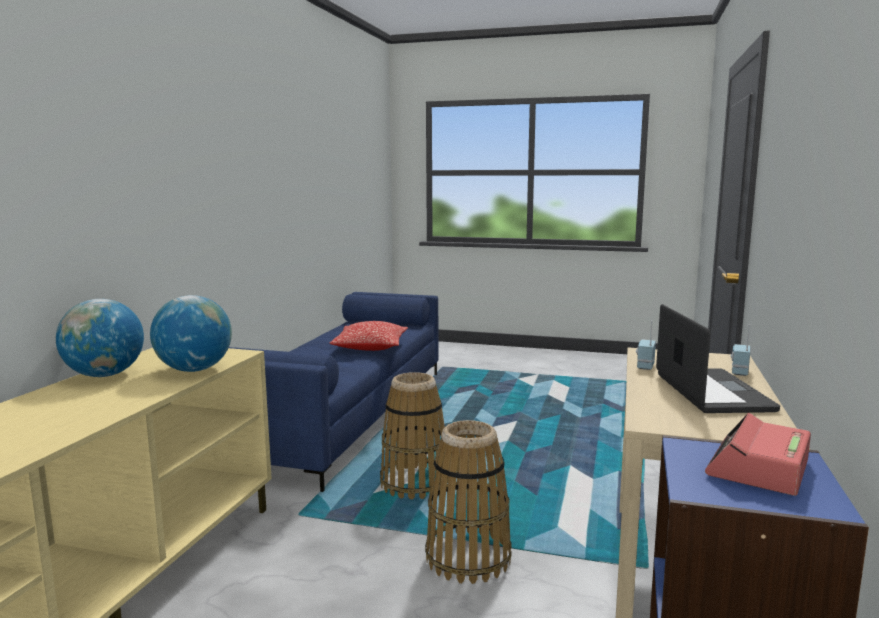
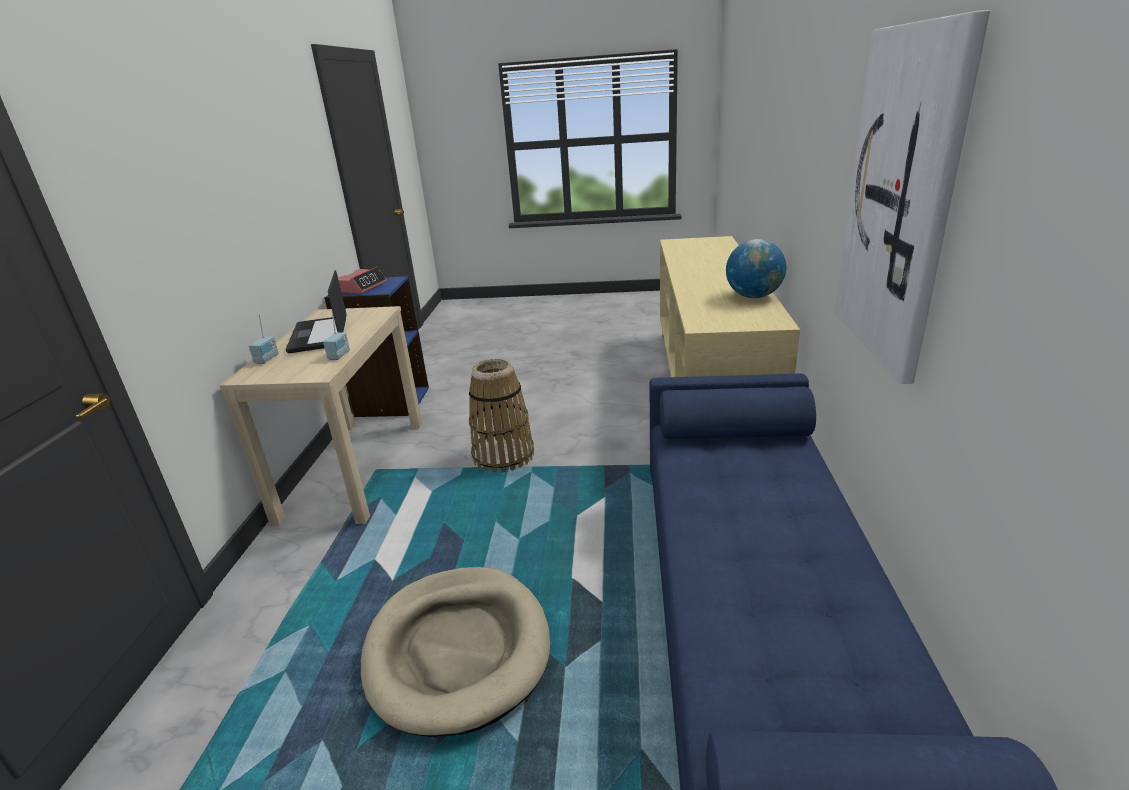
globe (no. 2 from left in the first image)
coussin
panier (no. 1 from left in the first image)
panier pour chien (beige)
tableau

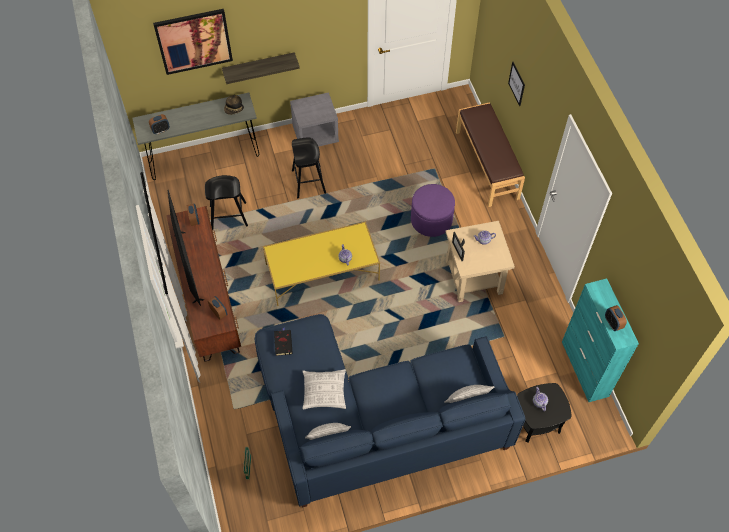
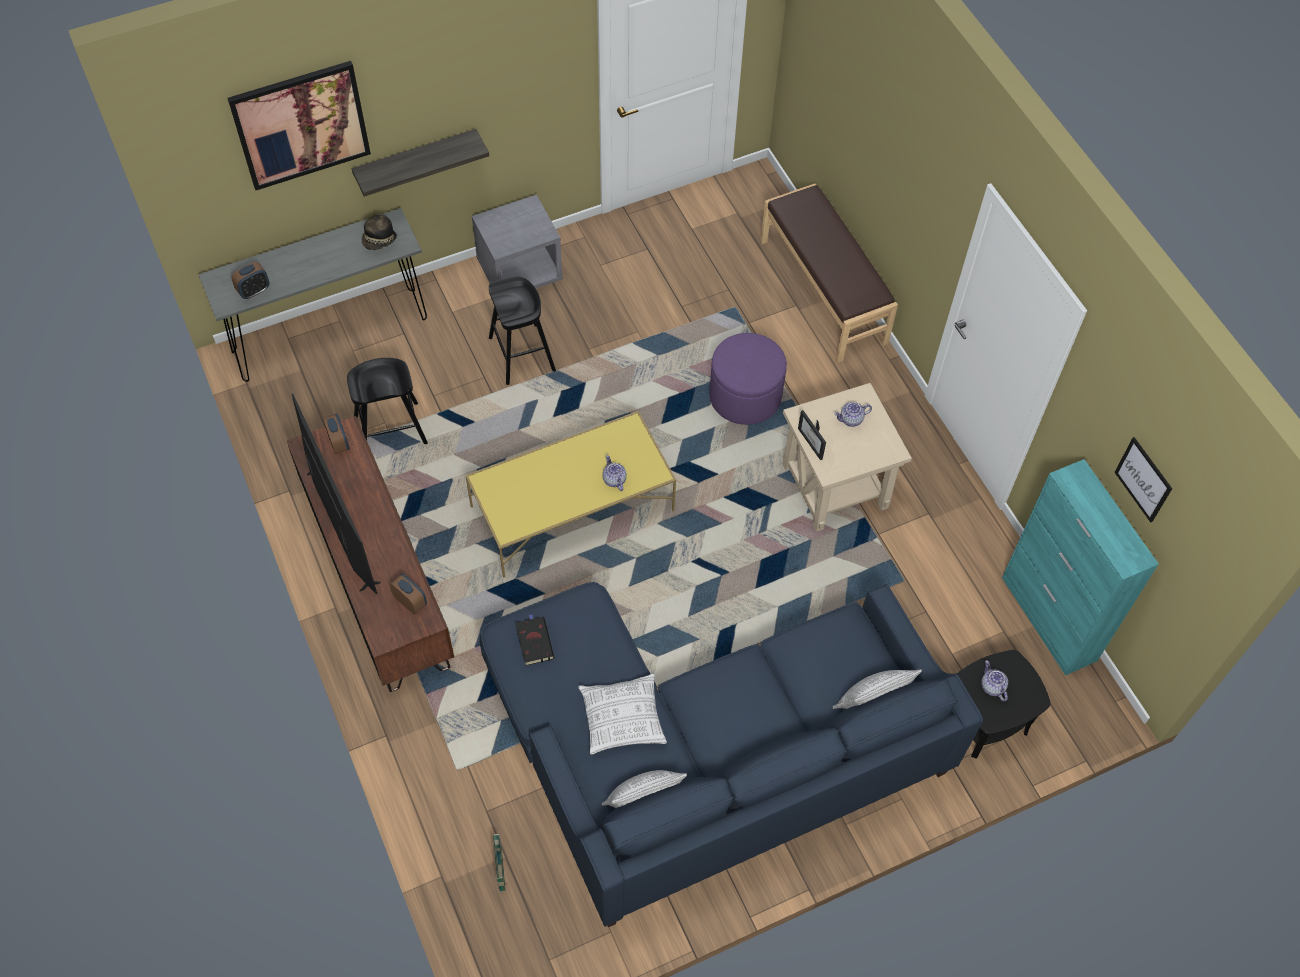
tableau (no. 2 from left)
réveil (no. 4 from left in the first image)

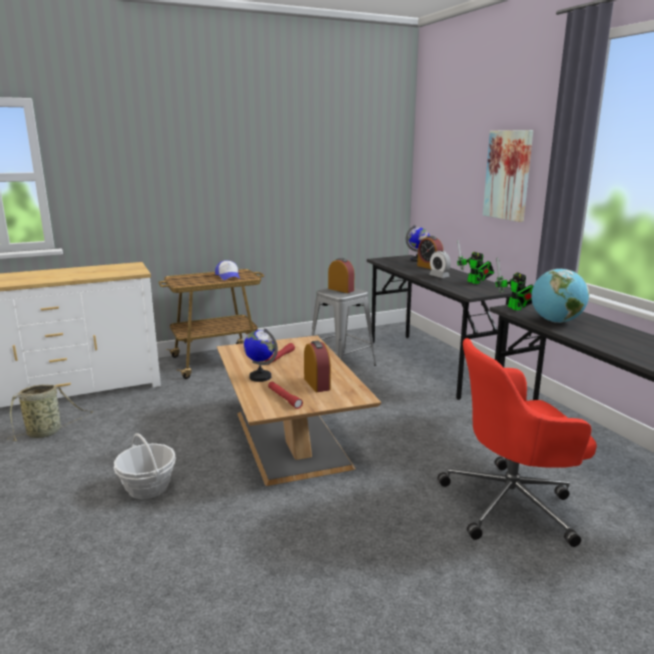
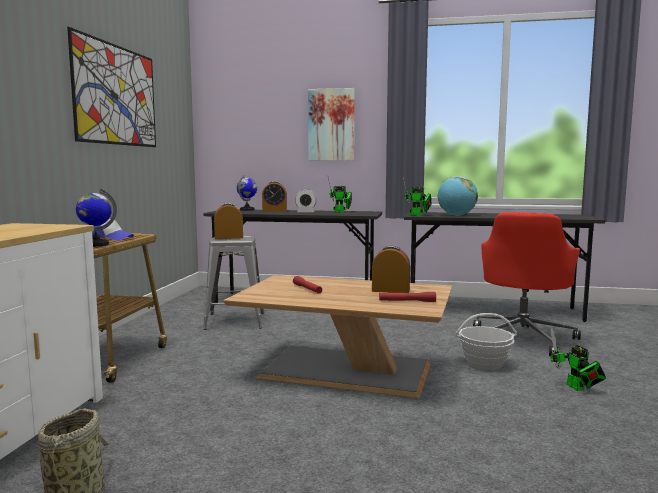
panier (no. 2 from left)
globe (no. 1 from left)
tableau (no. 1 from left)
robot jouet (no. 3 from left)

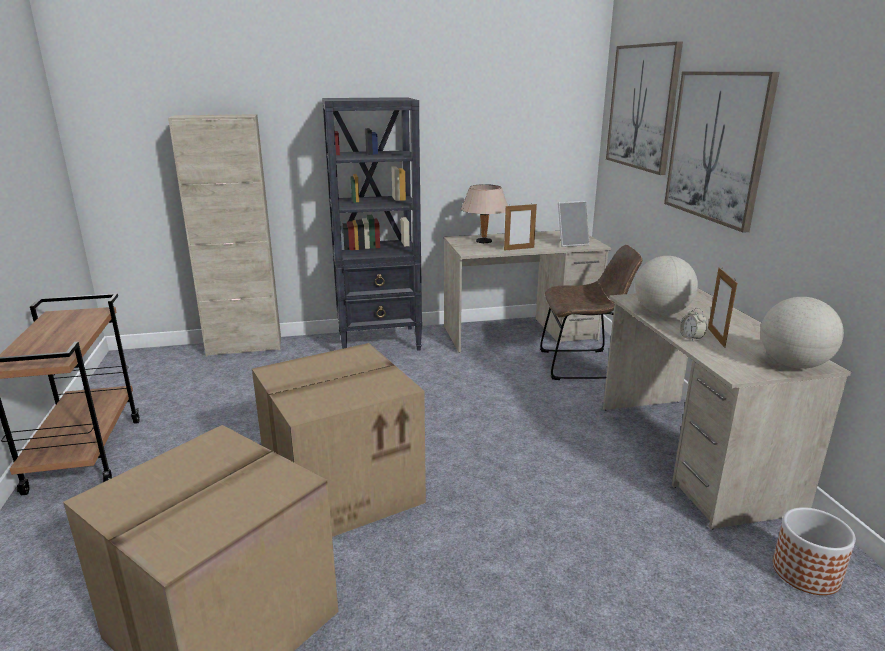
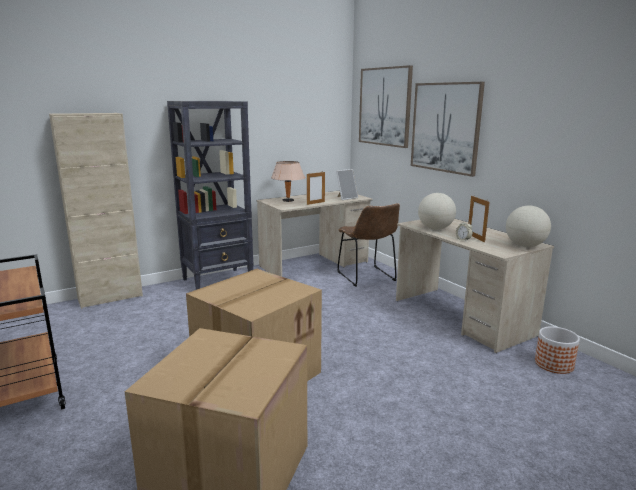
chaise (marron)

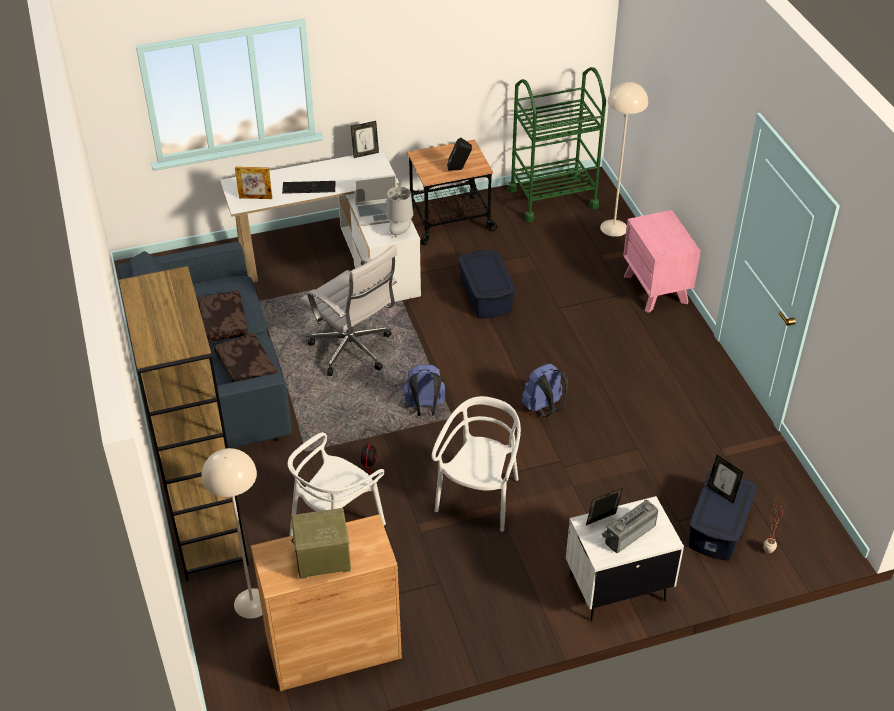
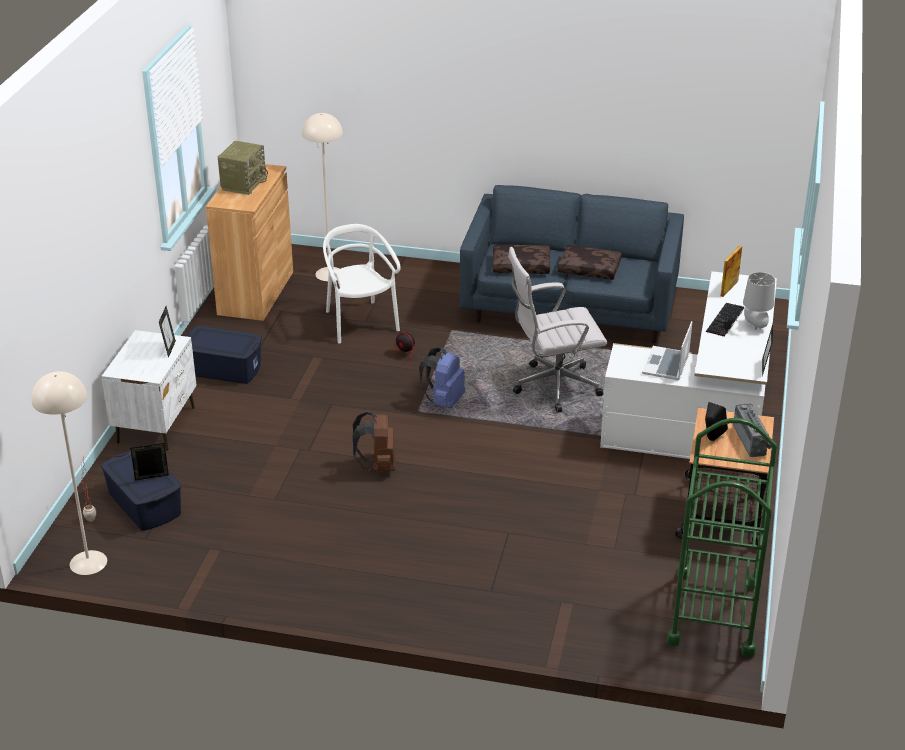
bibliothèque (marron)
lampe de table (gris)
chaise (blanc) (no. 2 from left in the first image)
boîte de rangement (bleu) (no. 2 from left)
sac à dos (marron)
lampadaire (beige) (no. 1 from left)
radio (no. 2 from left)
table de chevet (rose)

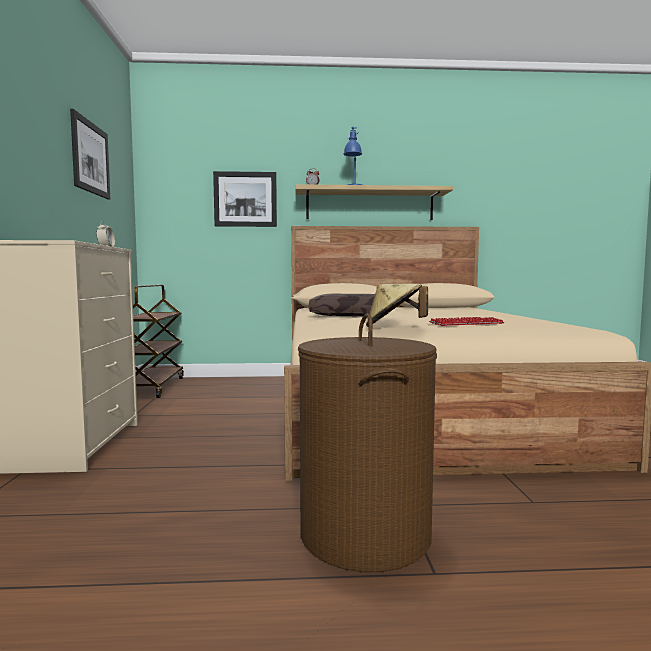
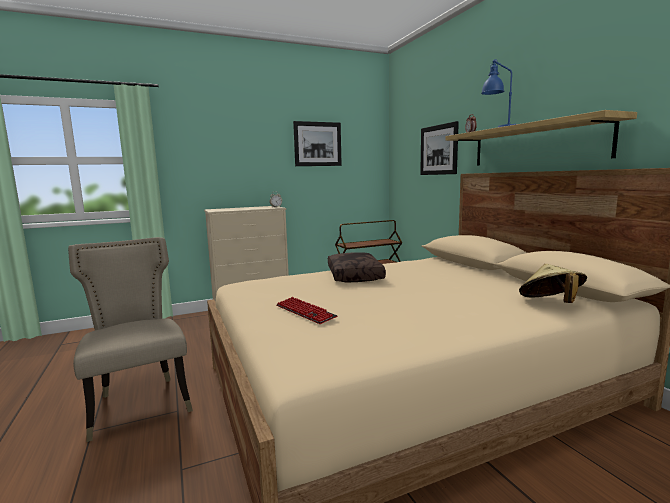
chaise (beige)
chapeau (beige)

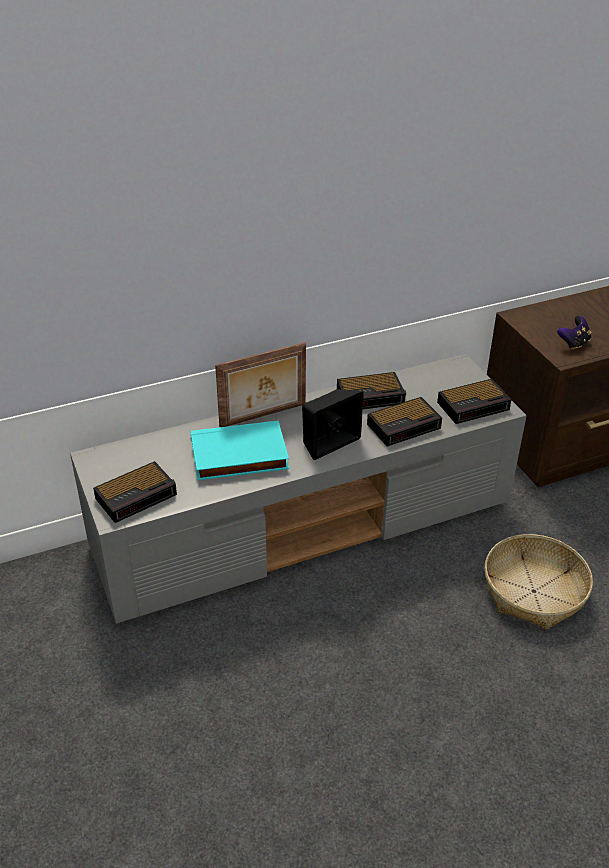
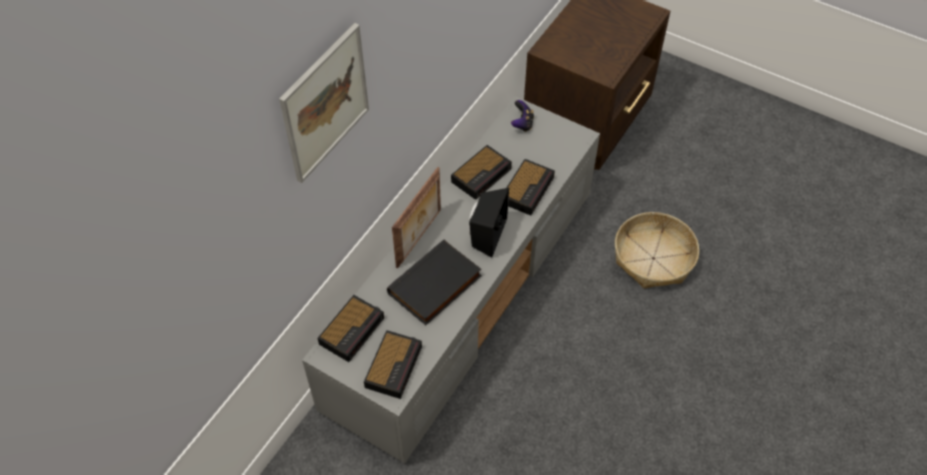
livre (noir)
réveil (no. 1 from left)
manette
tableau

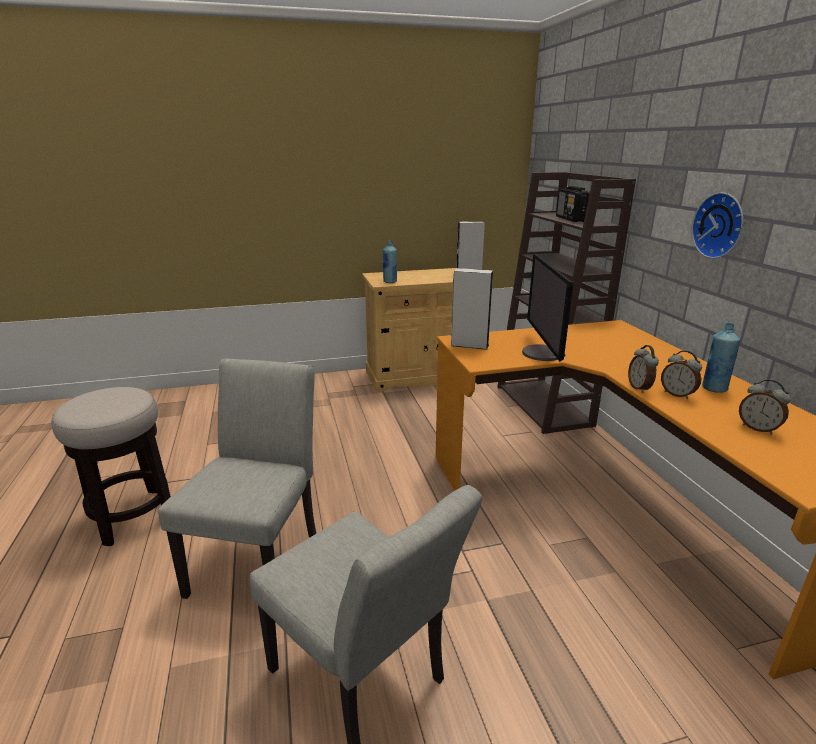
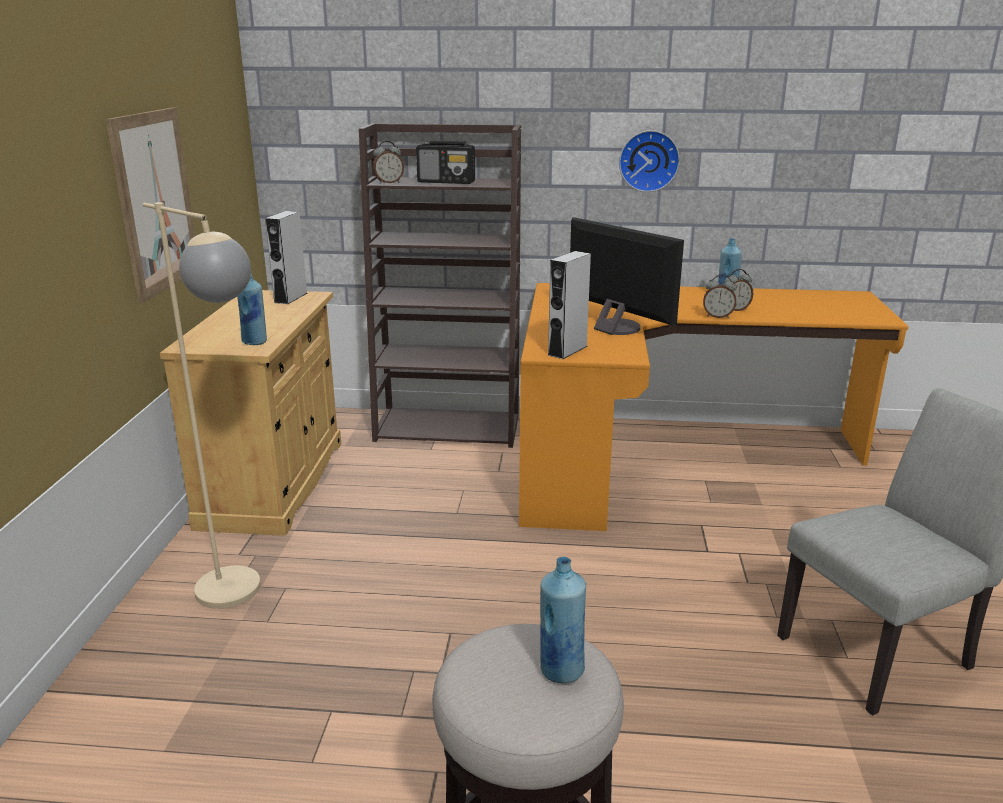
chaise (gris) (no. 1 from left in the first image)
écran d'ordinateur
réveil (no. 1 from left)
tableau
lampadaire (beige)
bouteille (bleu) (no. 2 from left)

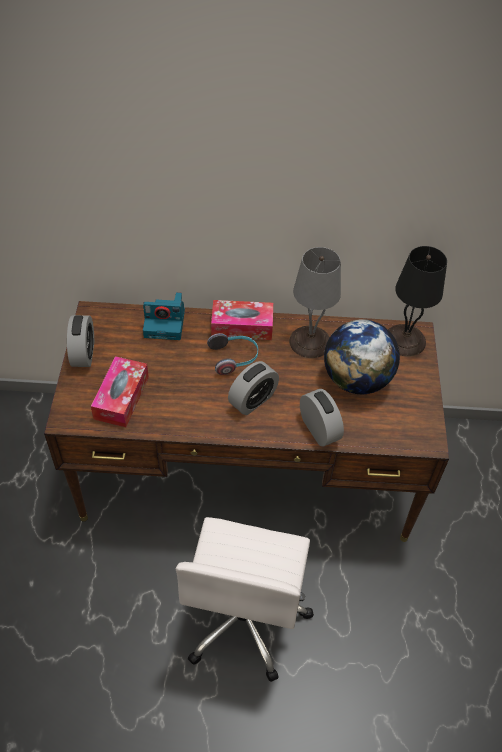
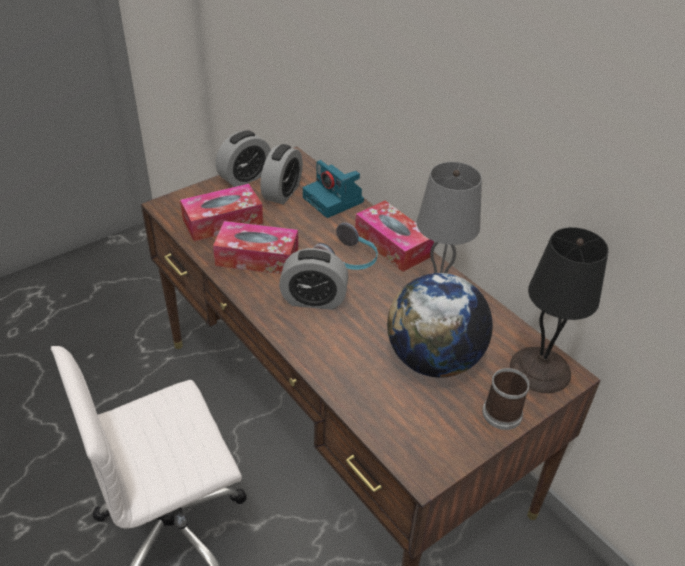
réveil (no. 2 from left)
boîte à mouchoirs (no. 2 from left)
mug

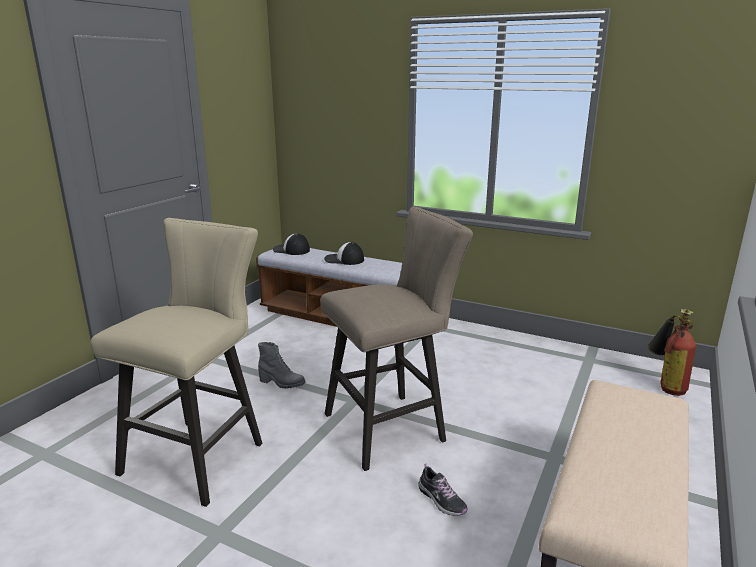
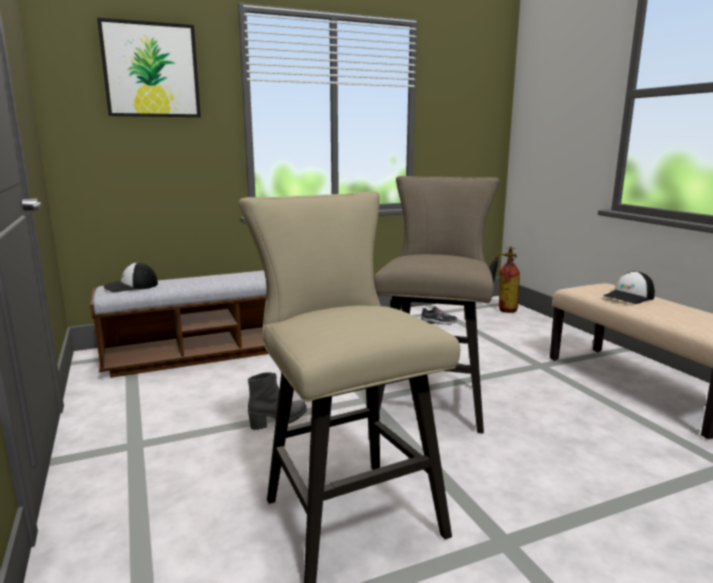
casquette (no. 2 from left)
chaussure
tableau

